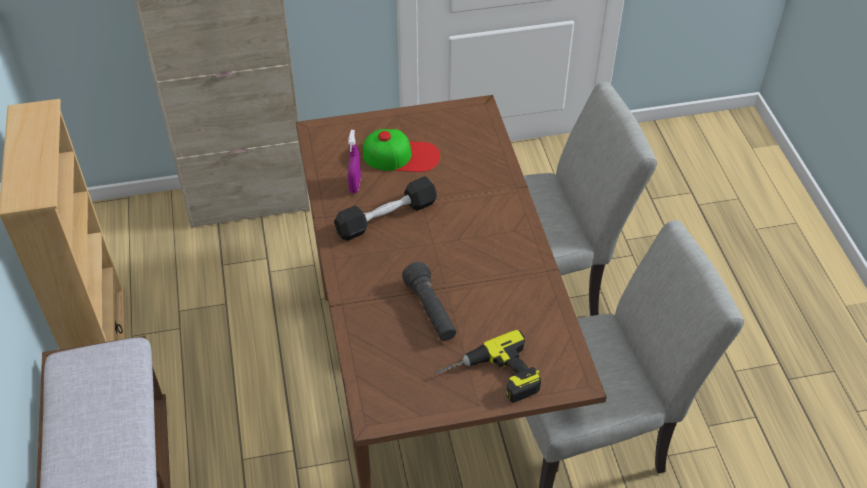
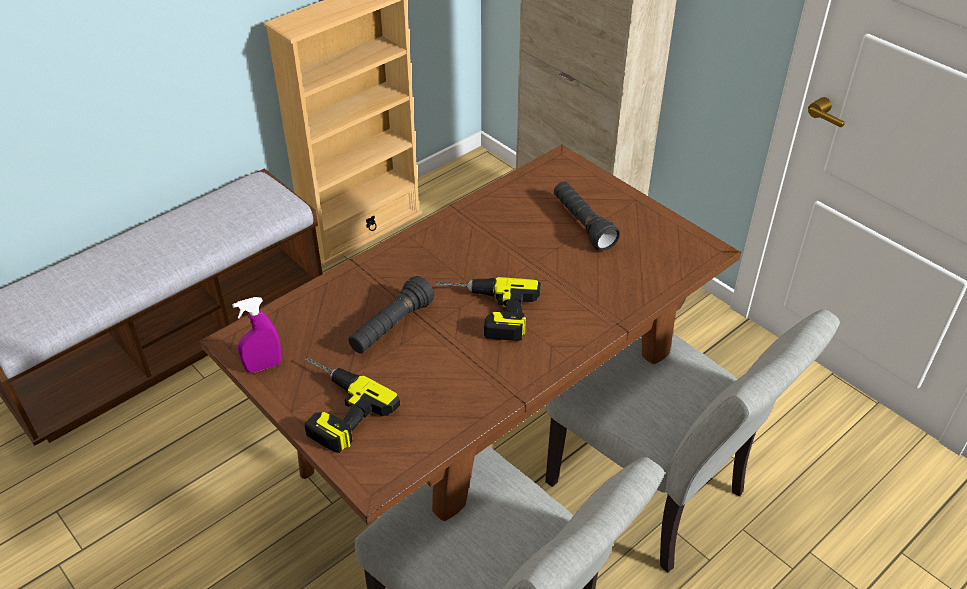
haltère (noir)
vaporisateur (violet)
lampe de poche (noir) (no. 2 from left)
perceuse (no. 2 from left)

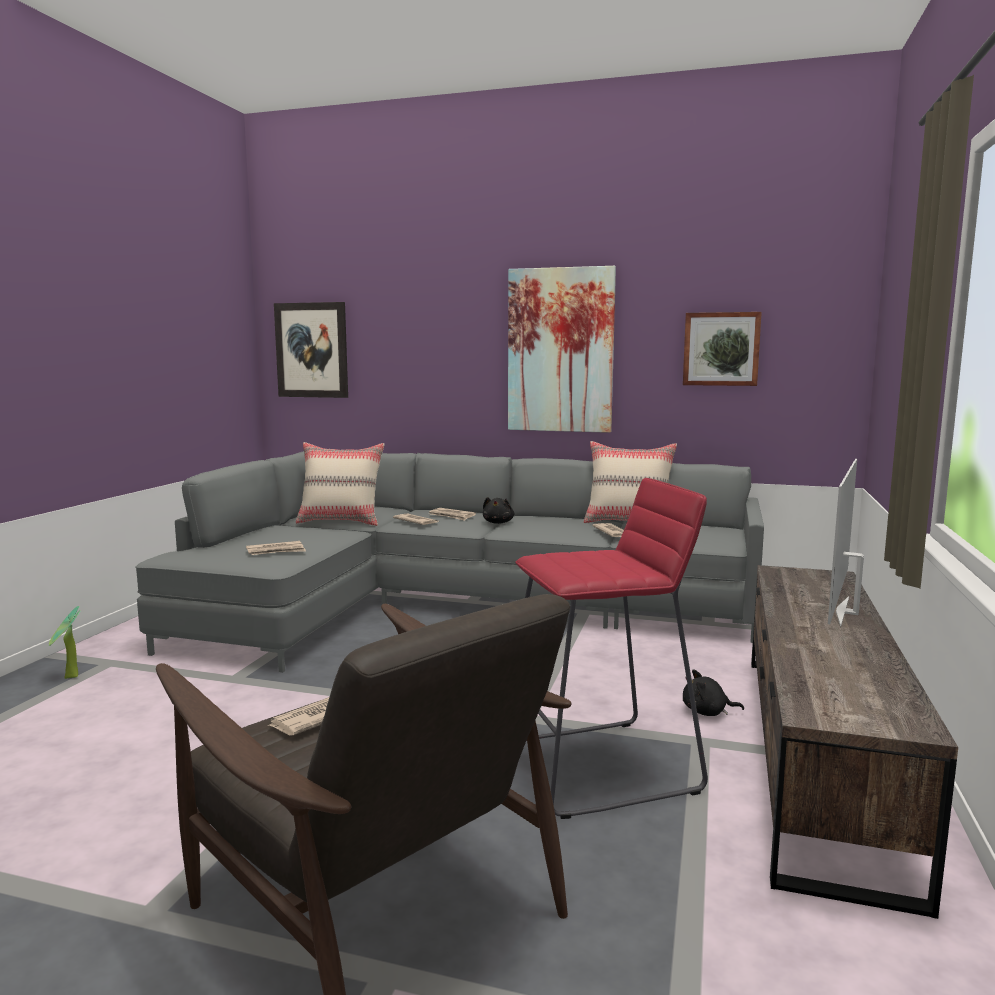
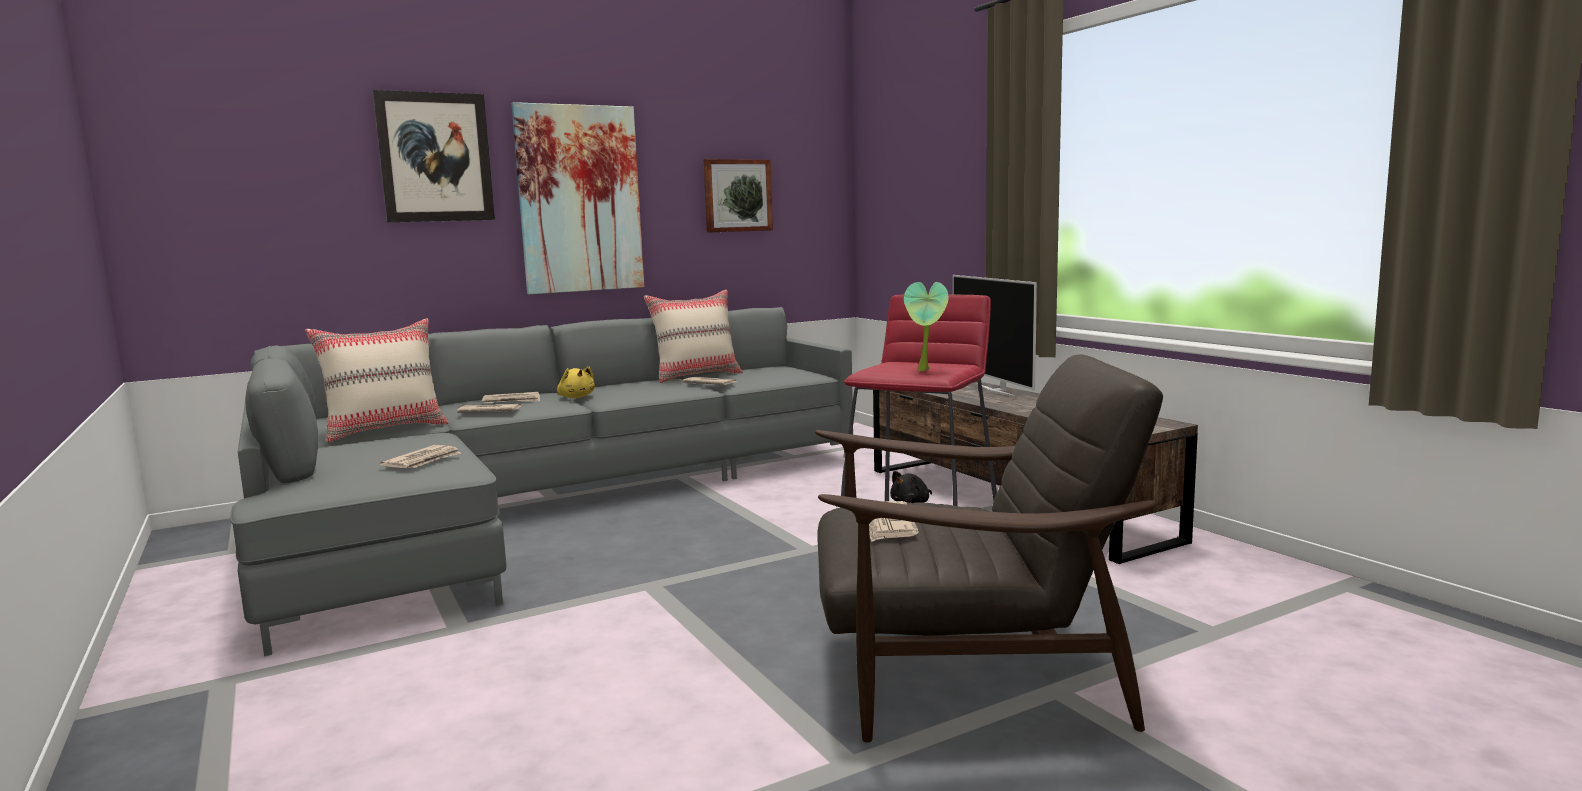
plante en pot
tableau (no. 1 from left)
peluche (jaune)

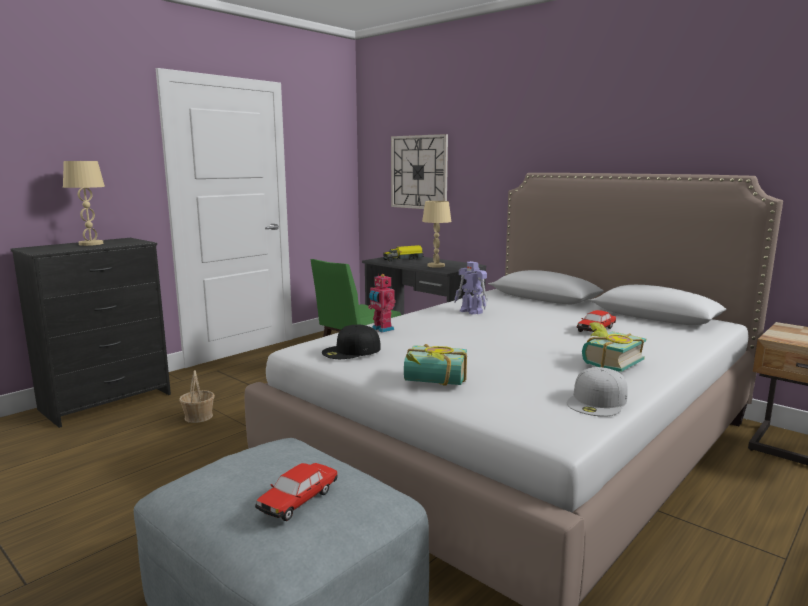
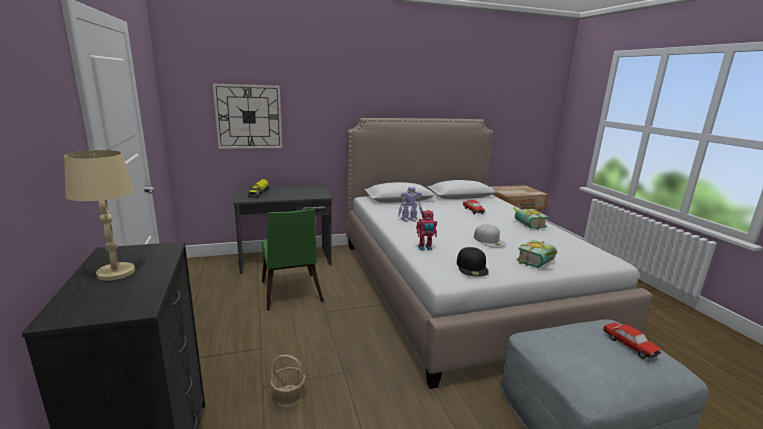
lampe de table (beige) (no. 2 from left in the first image)
casquette (blanc)

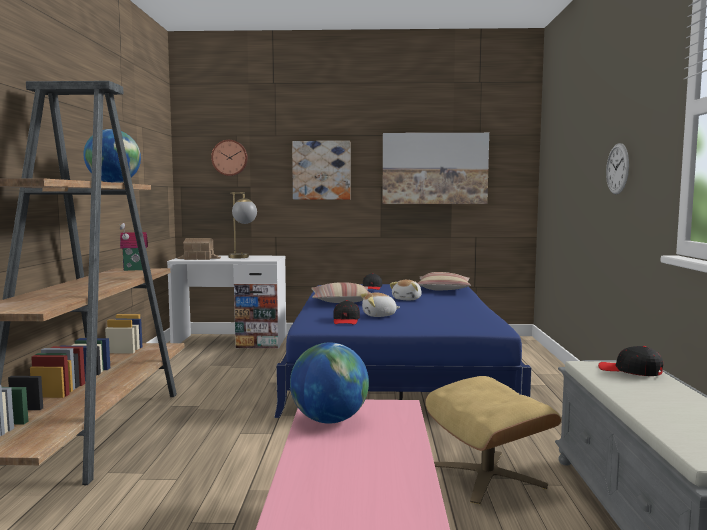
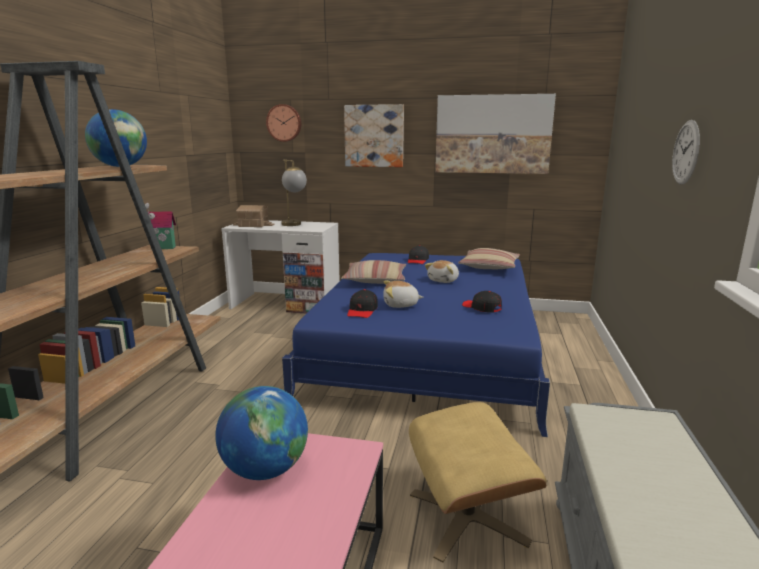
casquette (noir) (no. 3 from left)

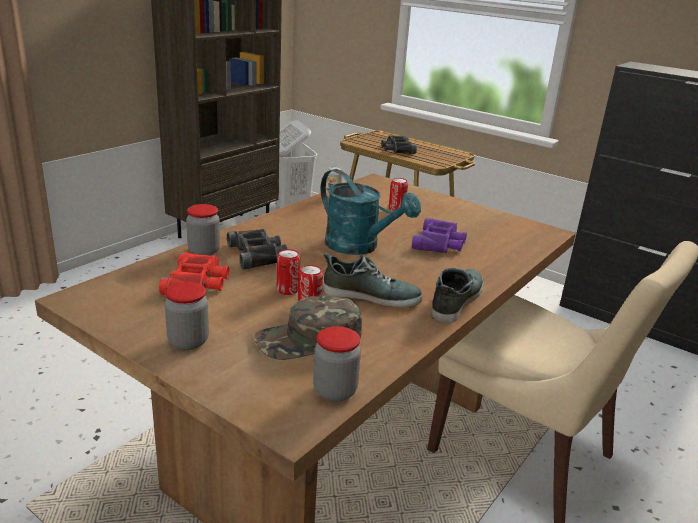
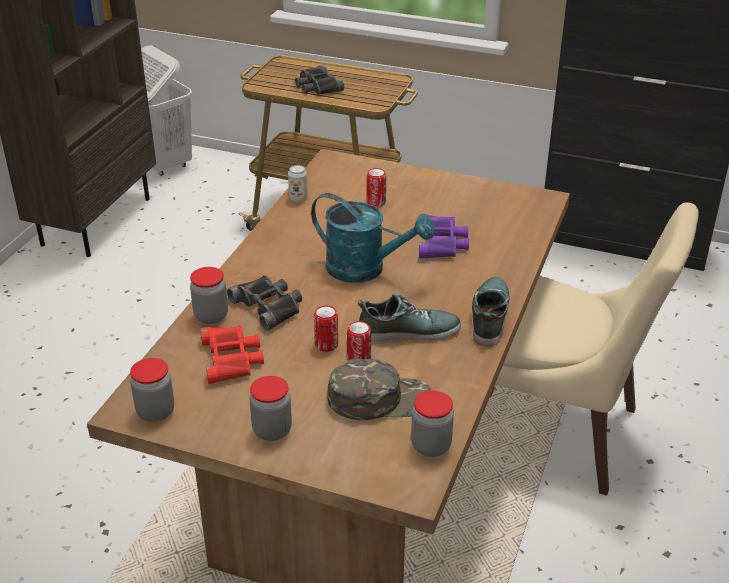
casquette (vert)
bocal (no. 1 from left)

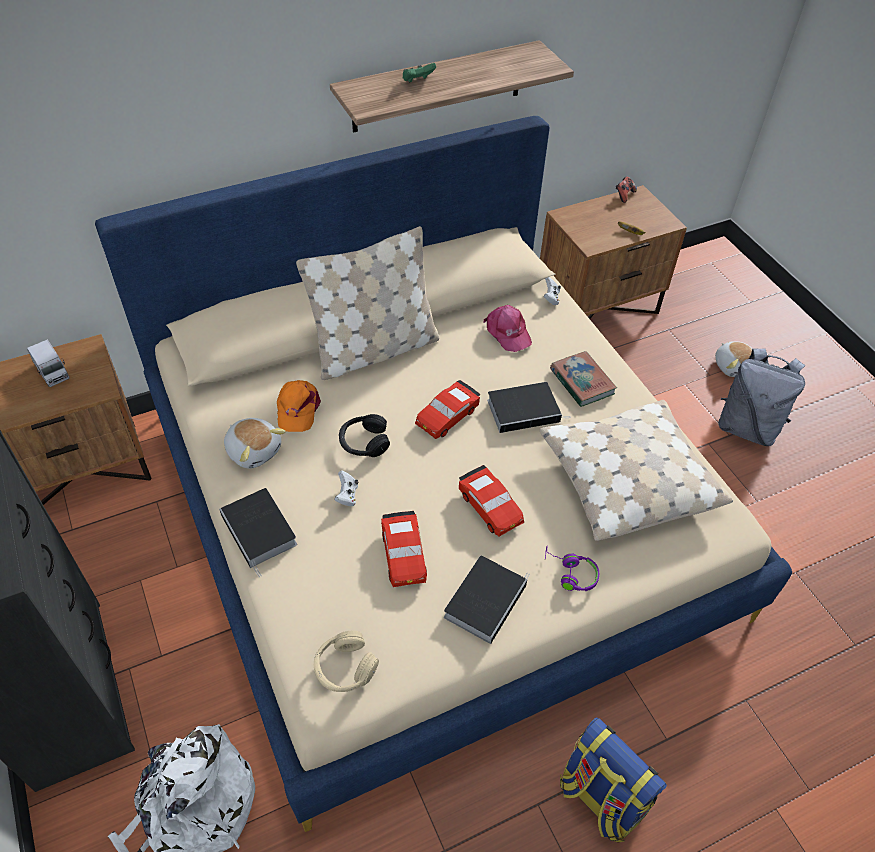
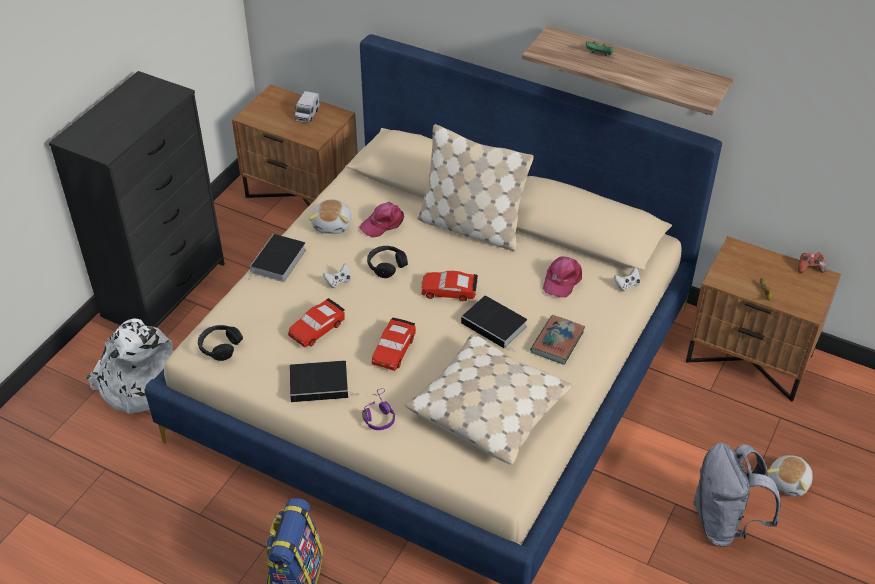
casquette (rose) (no. 1 from left)
casque audio (noir) (no. 1 from left)

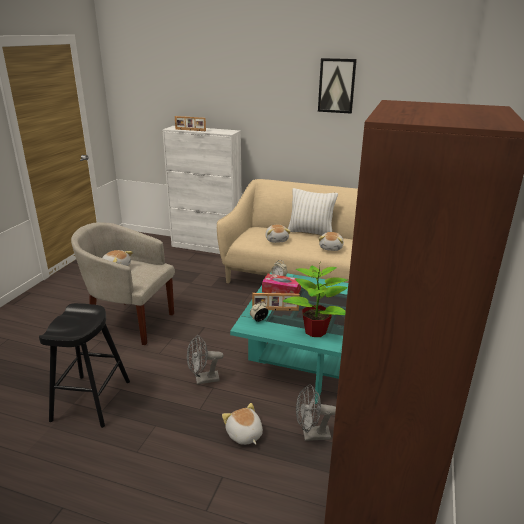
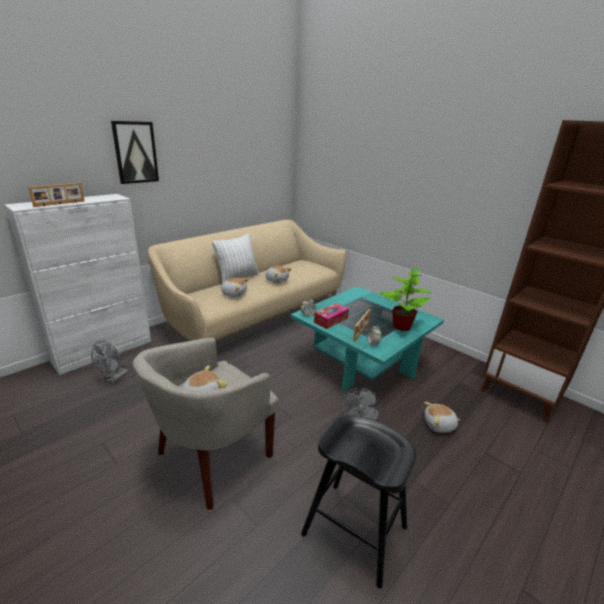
ventilateur (gris) (no. 1 from left)
tableau

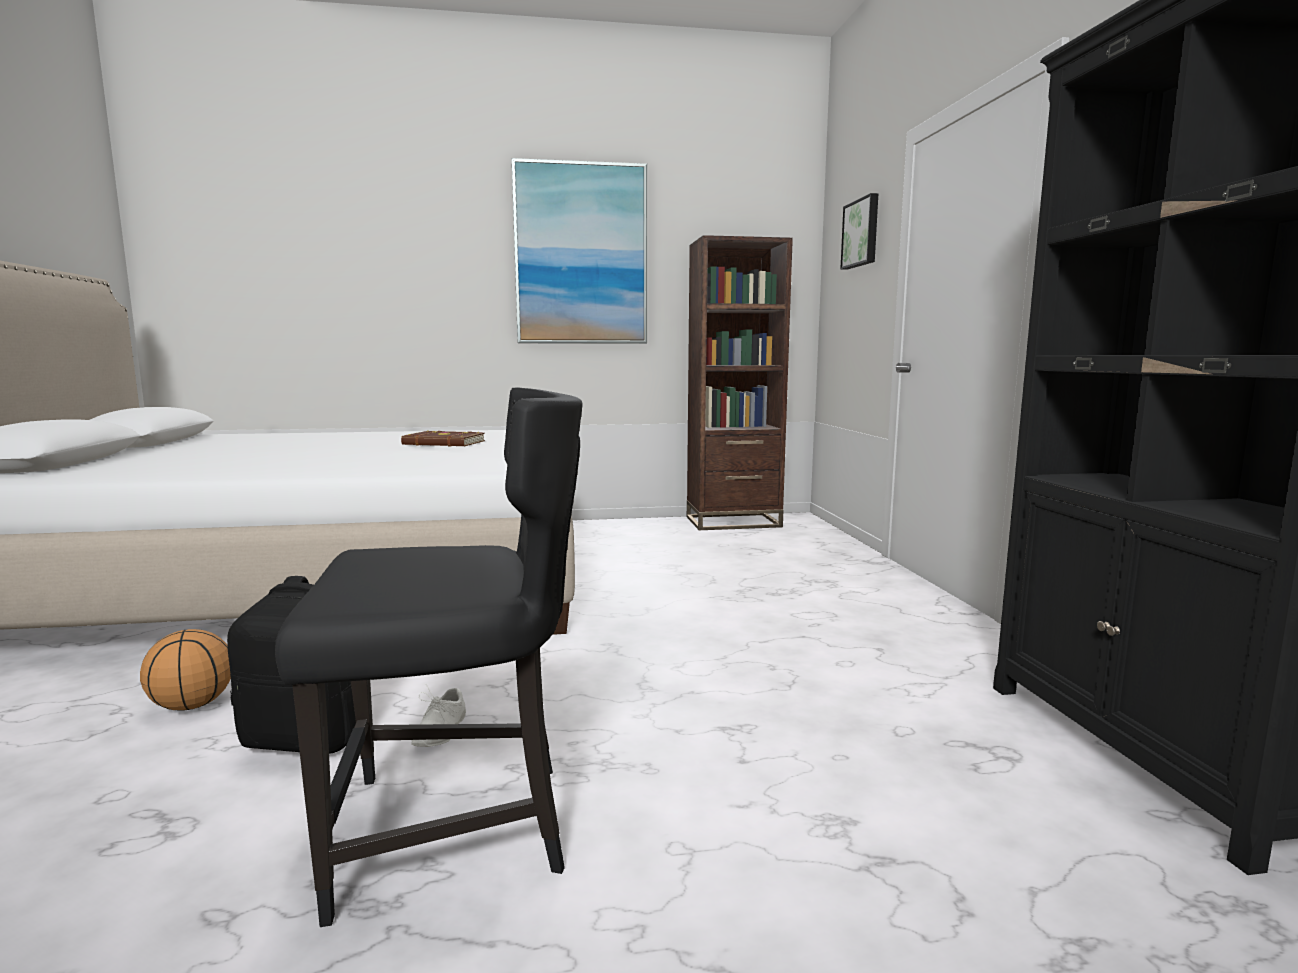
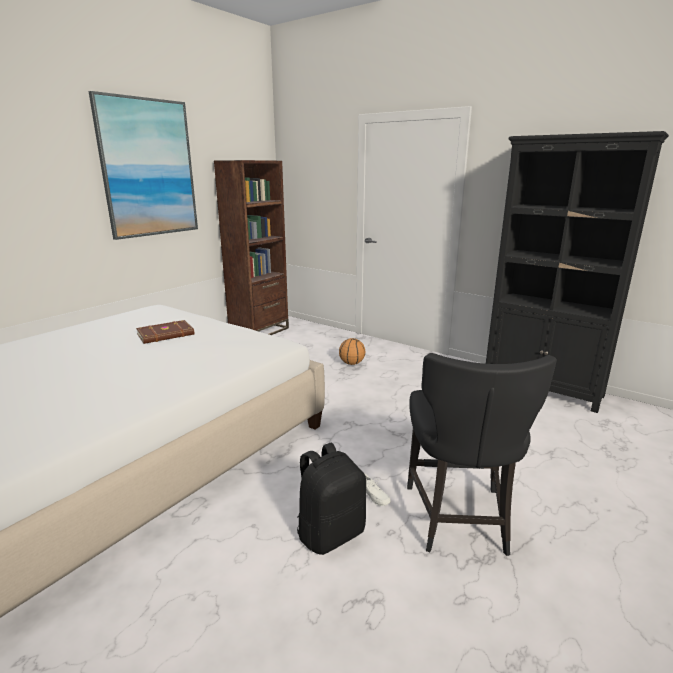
ballon de basket
chaise (noir)
tableau (no. 2 from left in the first image)

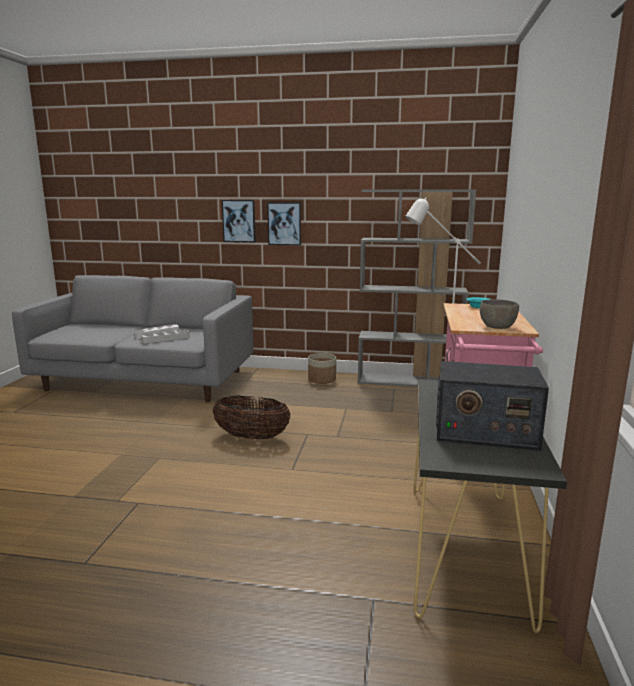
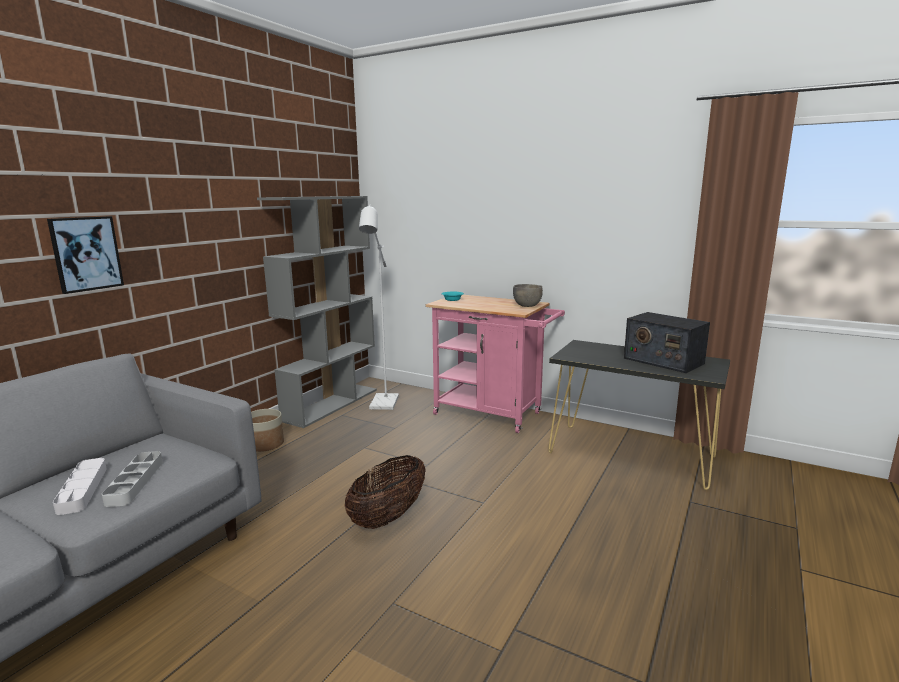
tableau (no. 2 from left in the first image)
radio

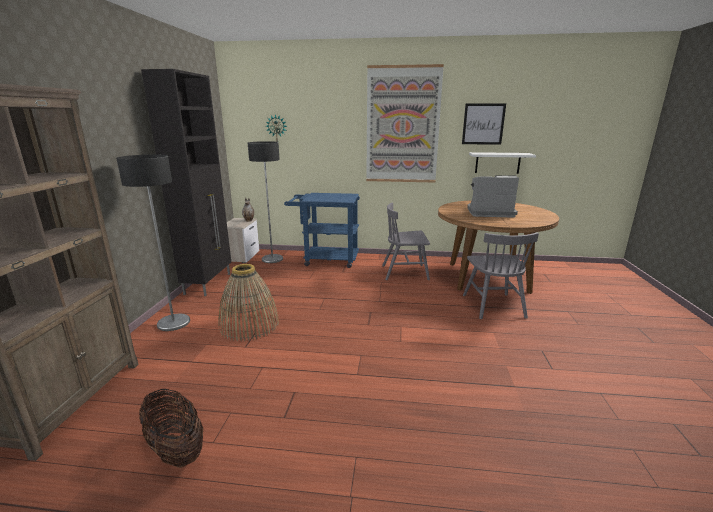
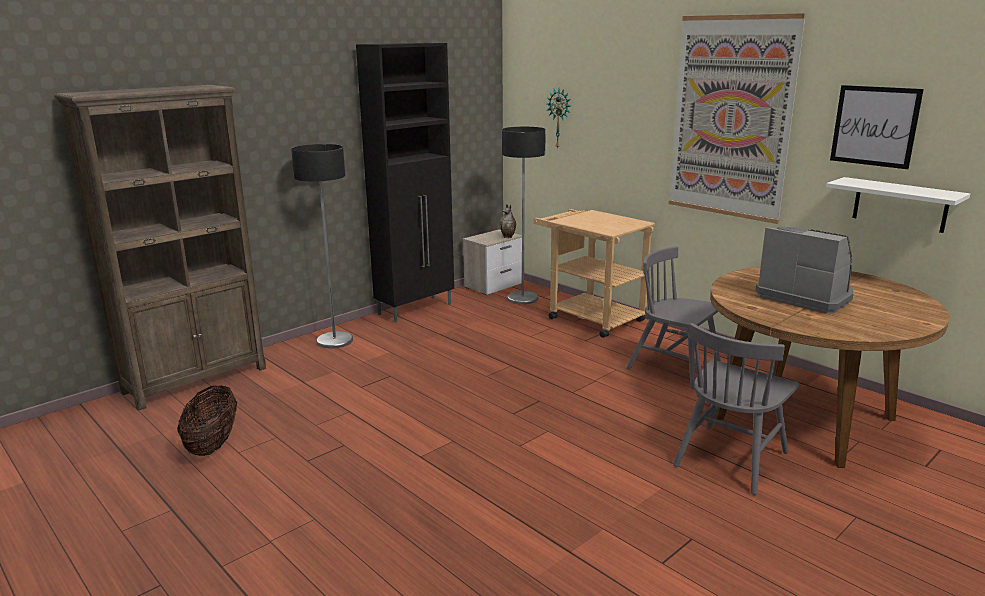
panier (no. 2 from left in the first image)
chariot (beige)

